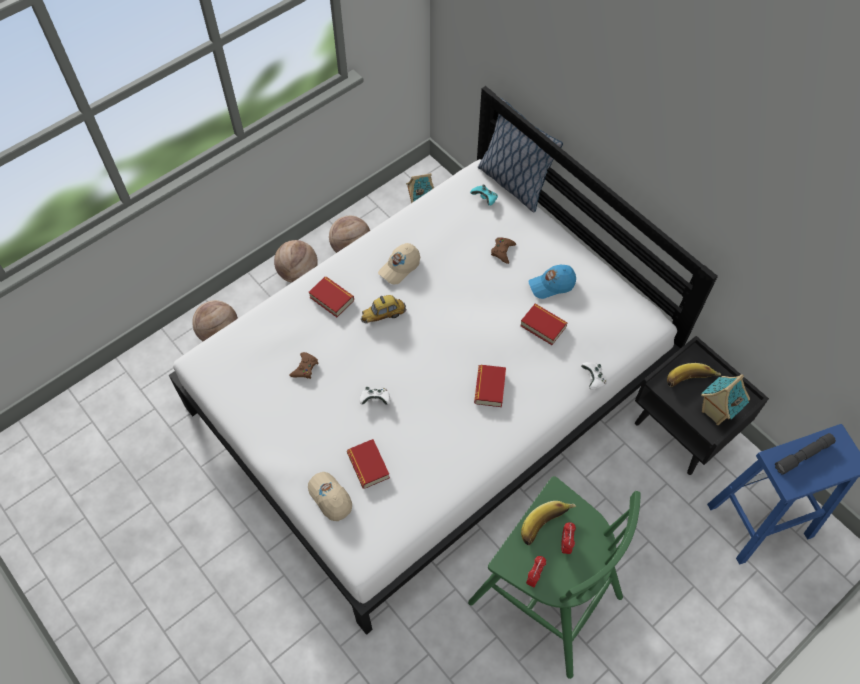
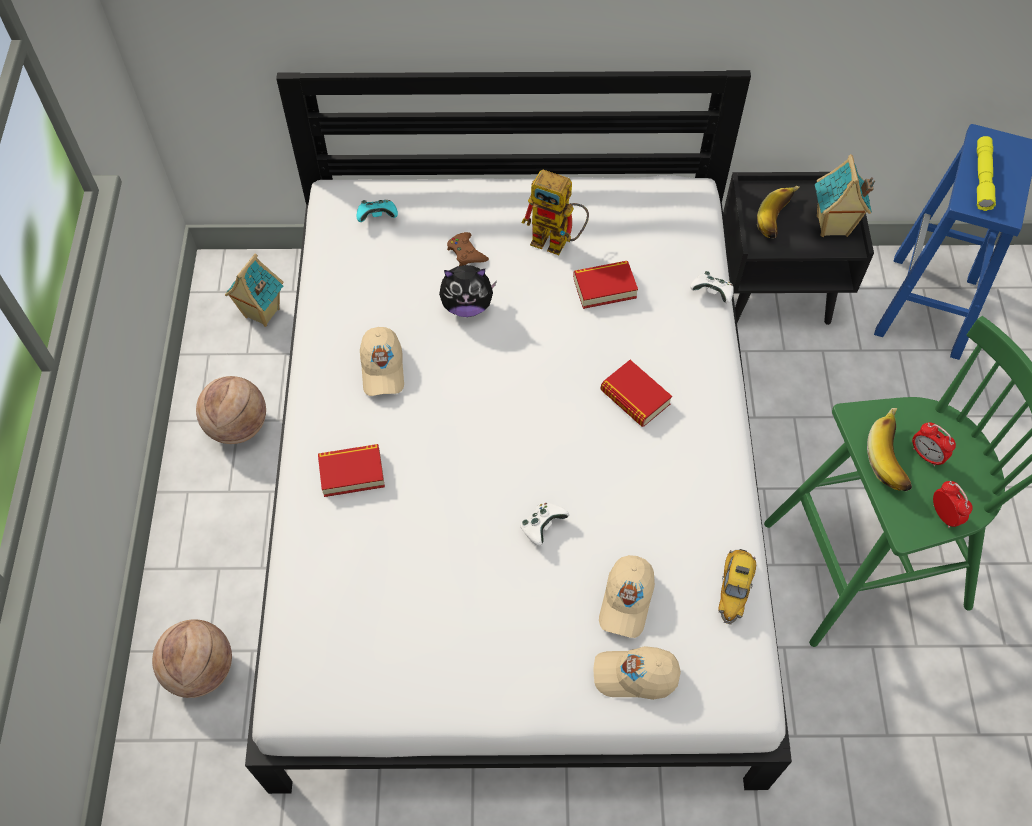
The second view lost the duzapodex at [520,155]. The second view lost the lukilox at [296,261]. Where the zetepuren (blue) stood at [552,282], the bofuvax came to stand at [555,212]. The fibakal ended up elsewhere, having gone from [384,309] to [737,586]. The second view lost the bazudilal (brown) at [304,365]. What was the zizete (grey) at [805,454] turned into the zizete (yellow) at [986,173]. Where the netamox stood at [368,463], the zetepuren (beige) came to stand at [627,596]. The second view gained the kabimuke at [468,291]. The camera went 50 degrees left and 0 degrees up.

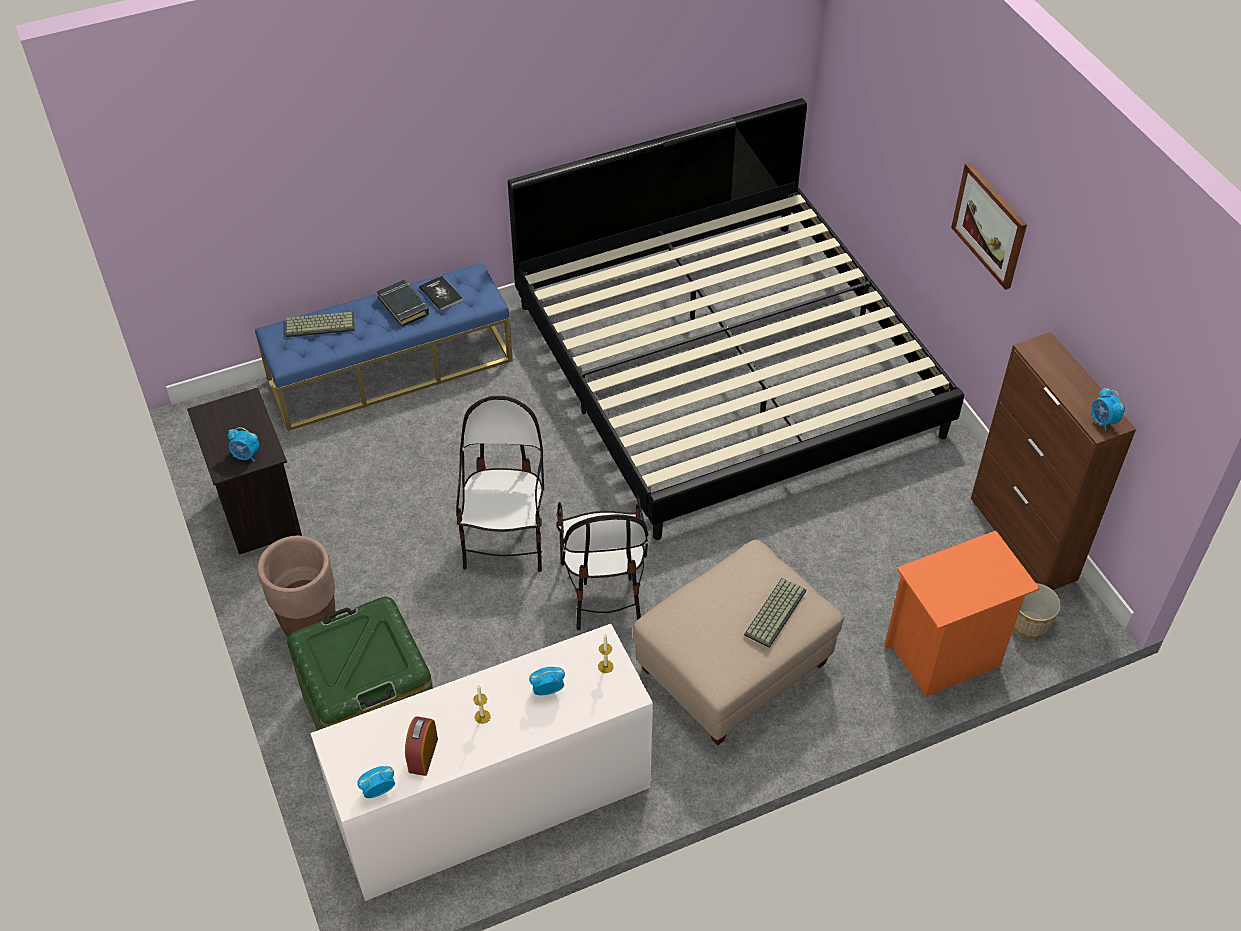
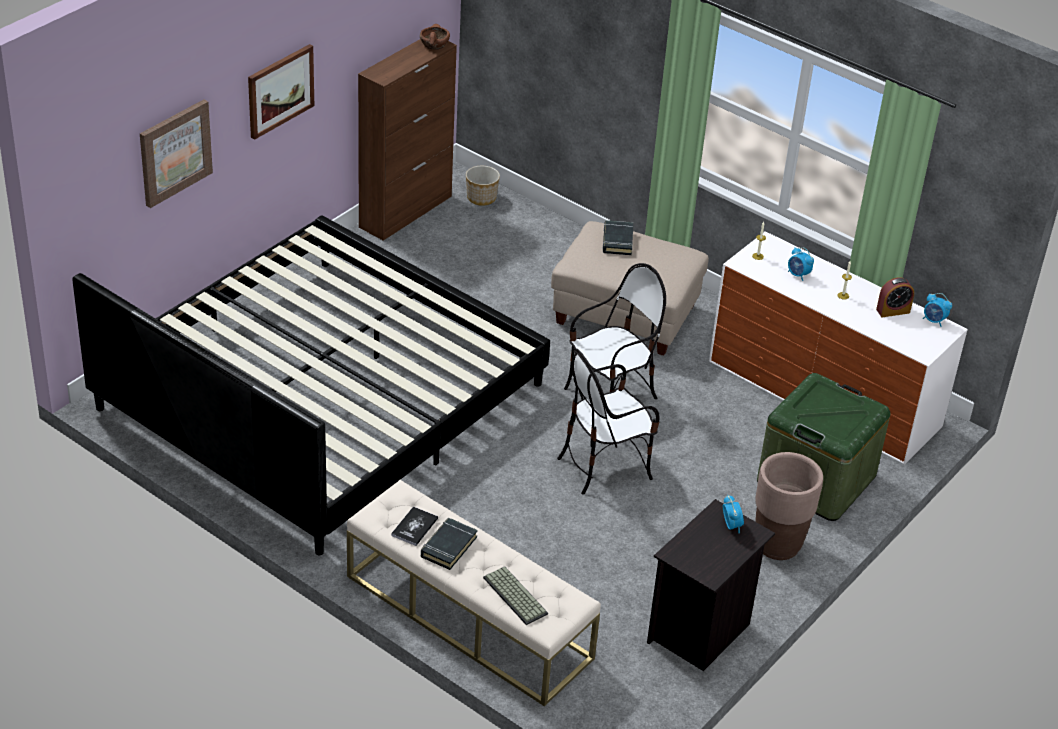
What was the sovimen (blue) at [384,347] turned into the sovimen (beige) at [474,593]. Where the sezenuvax stood at [1108,409], the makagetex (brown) came to stand at [435,37]. The second view lost the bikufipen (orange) at [962,613]. Where the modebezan stood at [775,613], the netamox (black) came to stand at [617,237]. The second view gained the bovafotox at [176,154]. The camera went 120 degrees left and 10 degrees down.

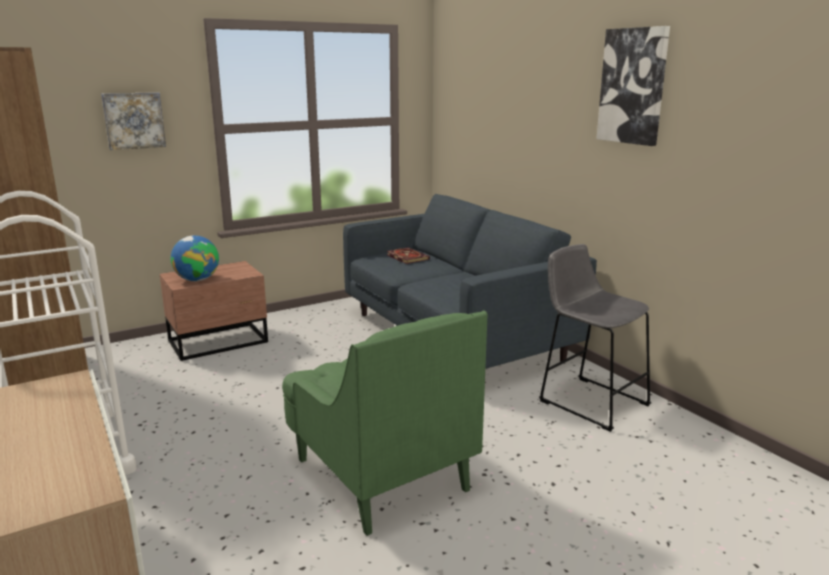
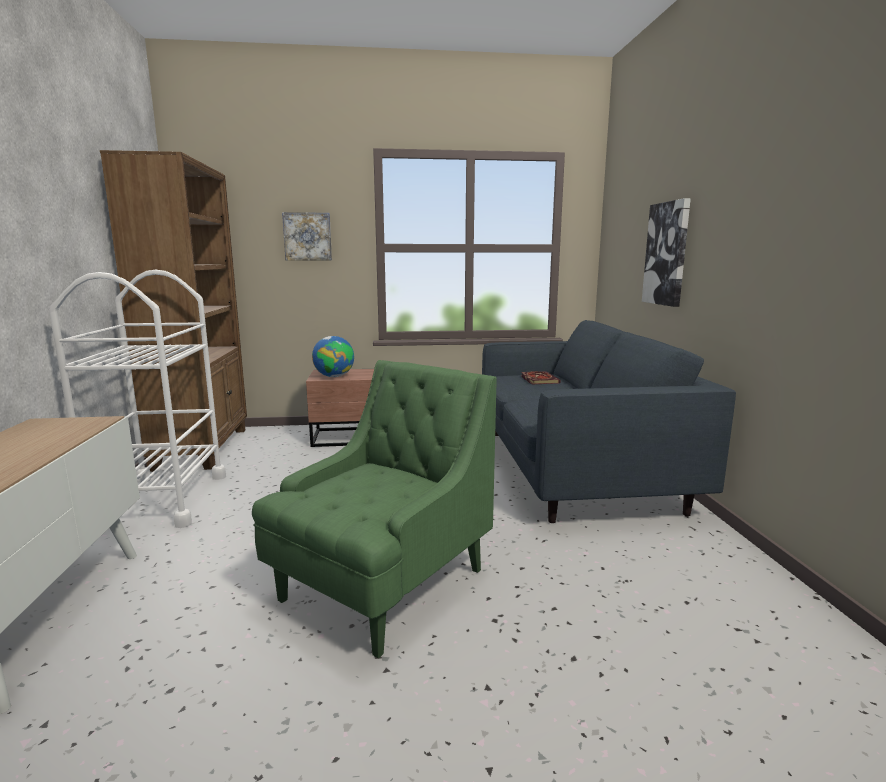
The bovafotox ended up elsewhere, having gone from [633,86] to [666,252]. The second view lost the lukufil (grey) at [595,338]. The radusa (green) at [384,423] ended up facing another way, 135 degrees counterclockwise from before. The camera went 25 degrees right and 5 degrees down.

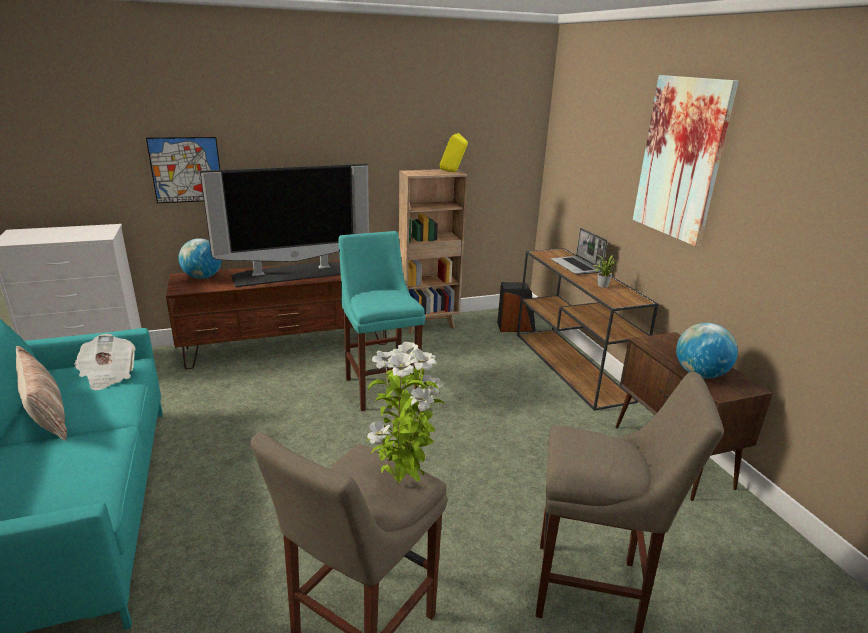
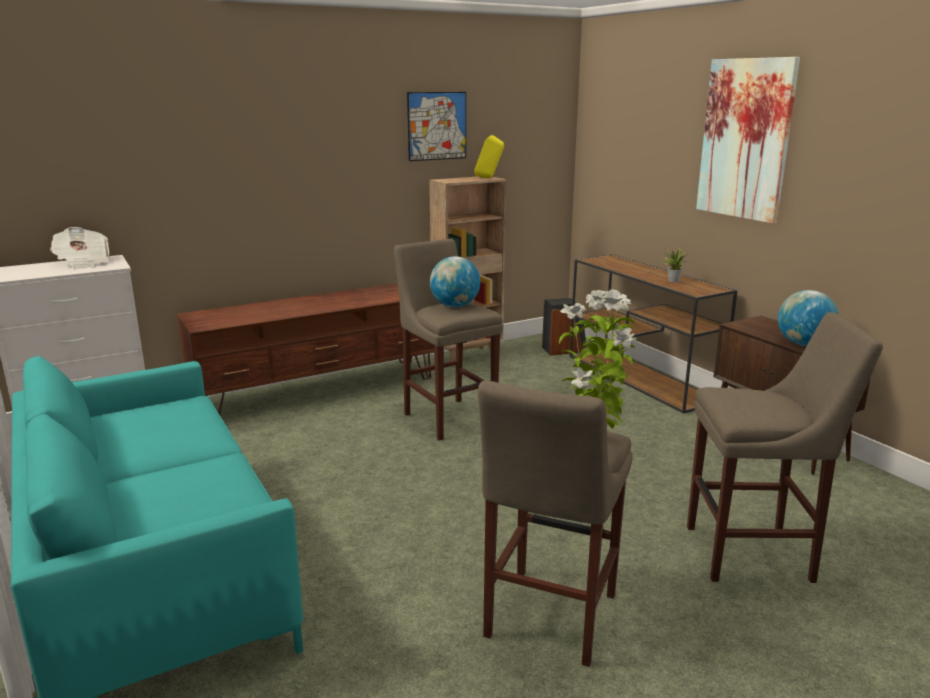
The bovafotox ended up elsewhere, having gone from [183,170] to [436,126]. The second view lost the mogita at [284,225]. The second view lost the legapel at [579,251]. What was the lukufil (turquoise) at [381,321] turned into the lukufil (beige) at [448,340]. The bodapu ended up elsewhere, having gone from [200,258] to [455,281]. The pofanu ended up elsewhere, having gone from [105,362] to [79,248]. The second view lost the duzapodex at [41,393]. The camera went 10 degrees left and 5 degrees down.

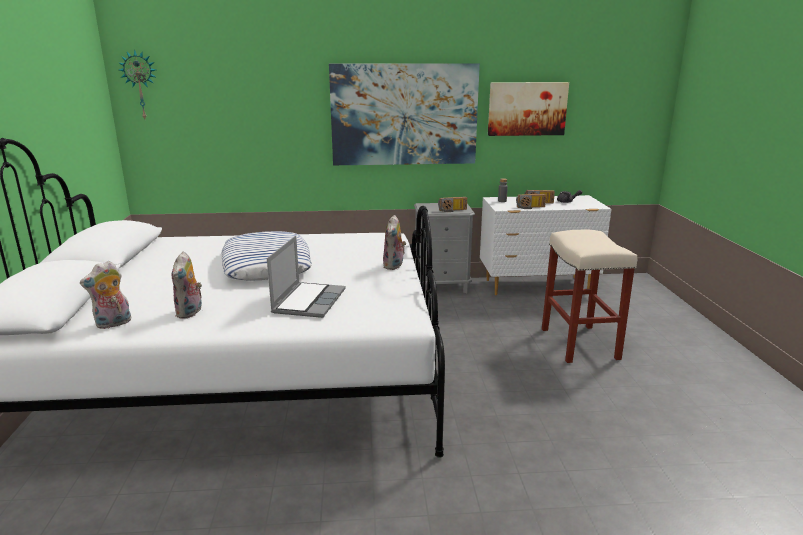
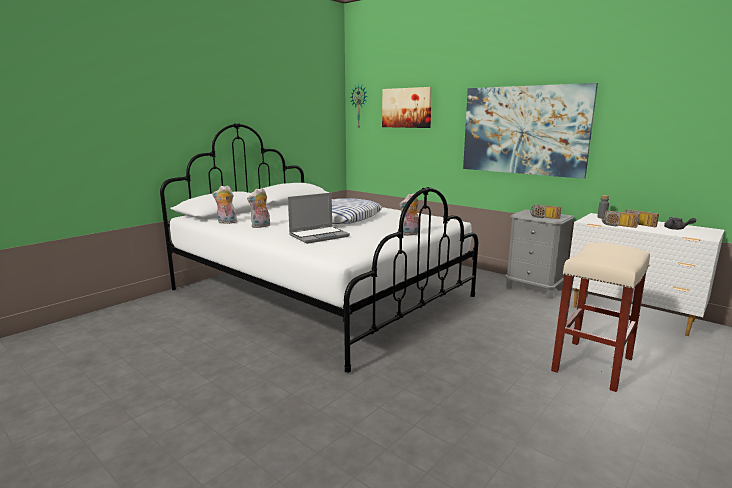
The bovafotox ended up elsewhere, having gone from [528,109] to [407,107]. The camera went 45 degrees right and 5 degrees down.

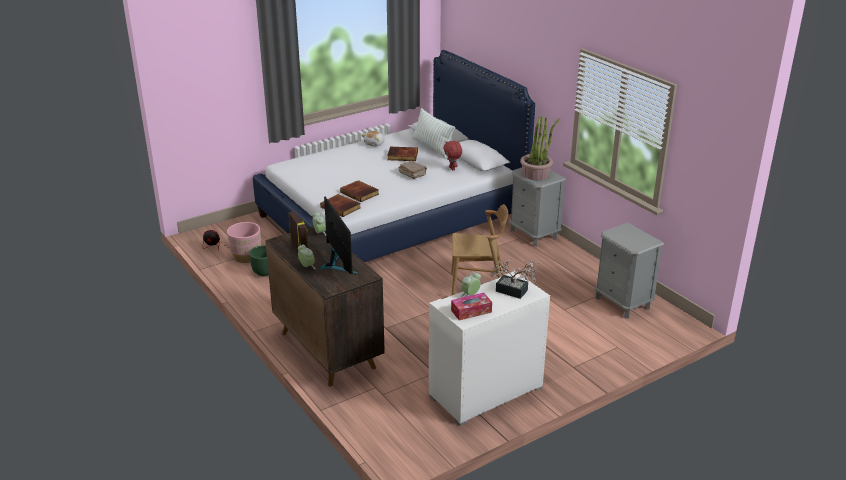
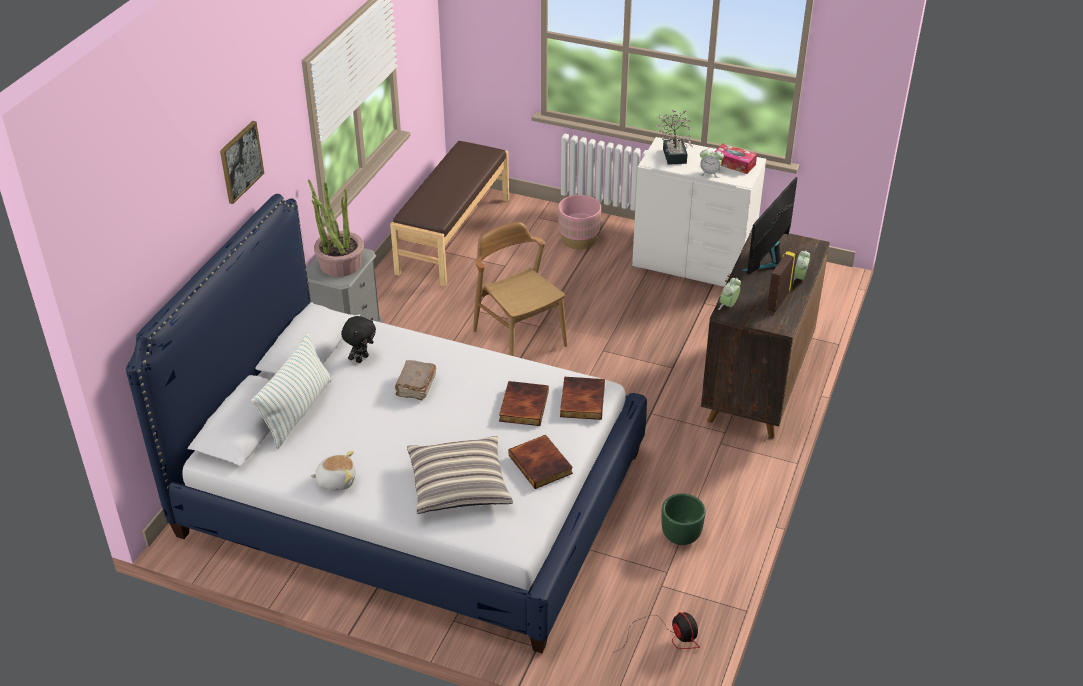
What was the kabimuke (red) at [452,155] turned into the kabimuke (black) at [358,339]. The netamox ended up elsewhere, having gone from [402,154] to [541,462]. The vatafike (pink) ended up elsewhere, having gone from [244,242] to [579,222]. Where the bikufipen (grey) stood at [629,271], the sovimen (brown) came to stand at [449,214]. The second view gained the bovafotox at [242,162]. The second view gained the duzapodex at [460,475]. The camera went 125 degrees left and 10 degrees up.

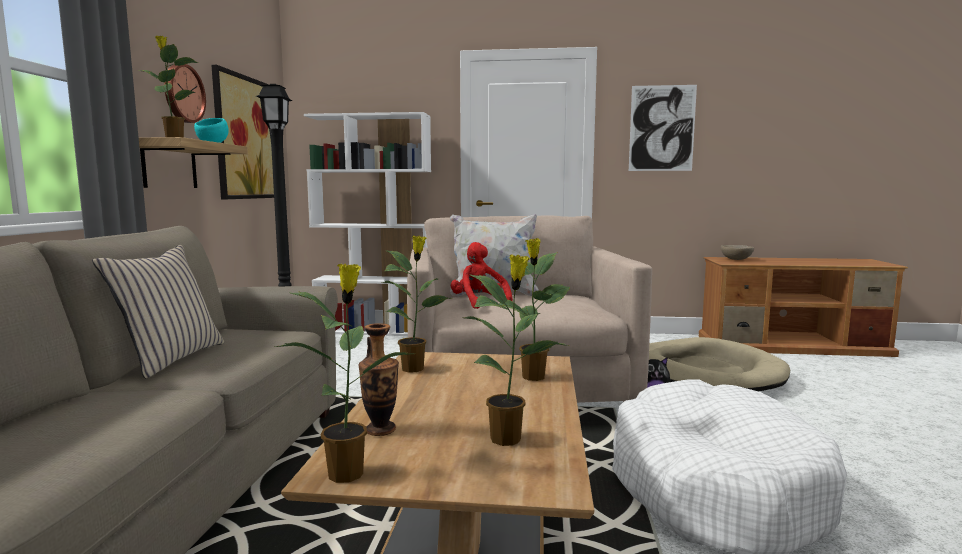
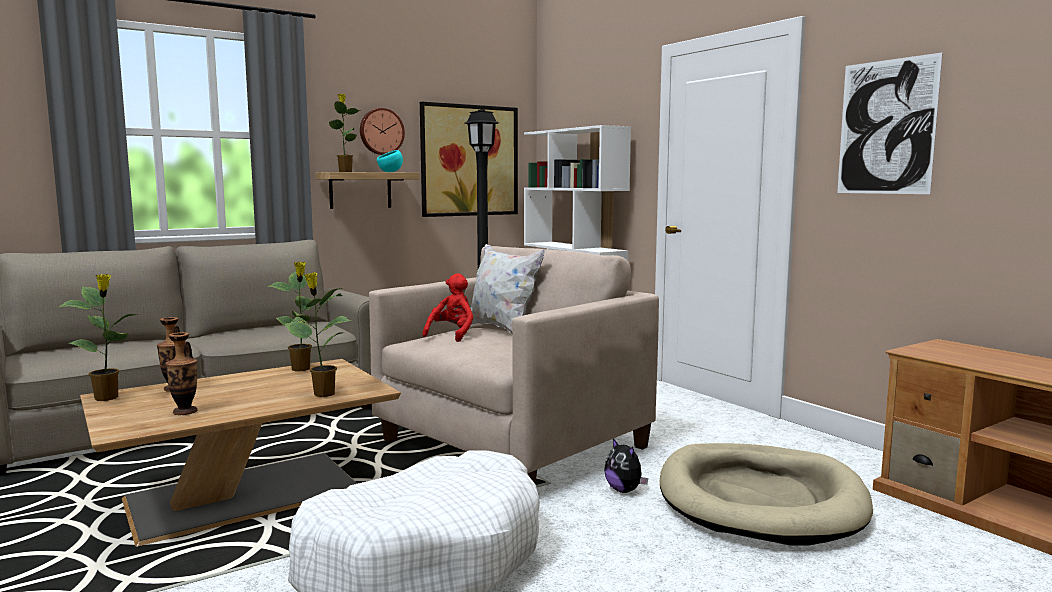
The second view lost the duzapodex (beige) at [158,311]. The second view lost the makagetex (beige) at [737,252]. Where the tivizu stood at [515,350], the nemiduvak came to stand at [181,373]. The camera went 50 degrees right and 0 degrees up.

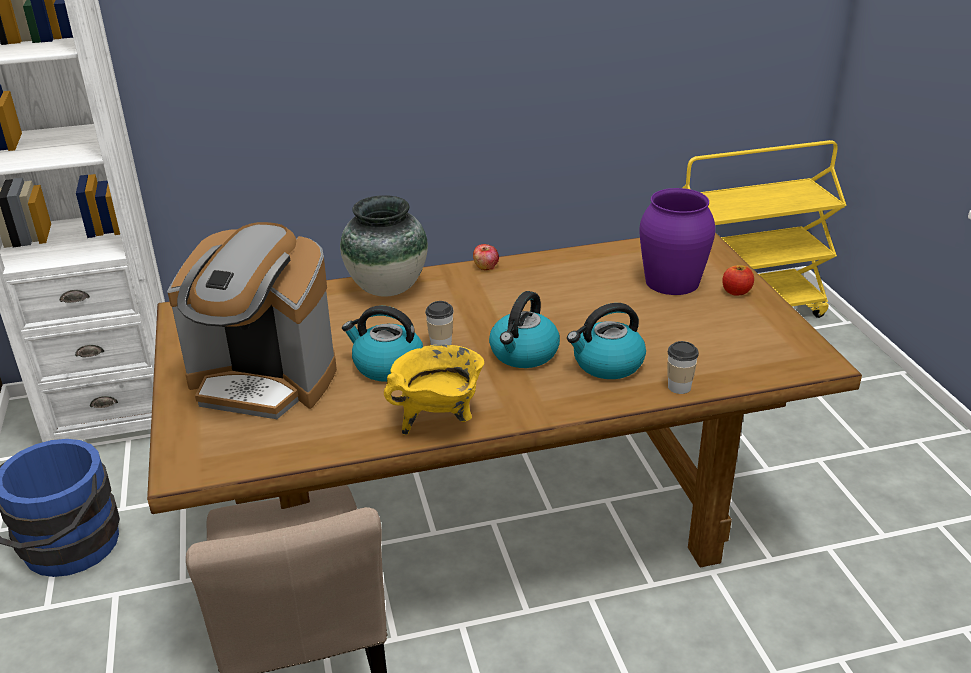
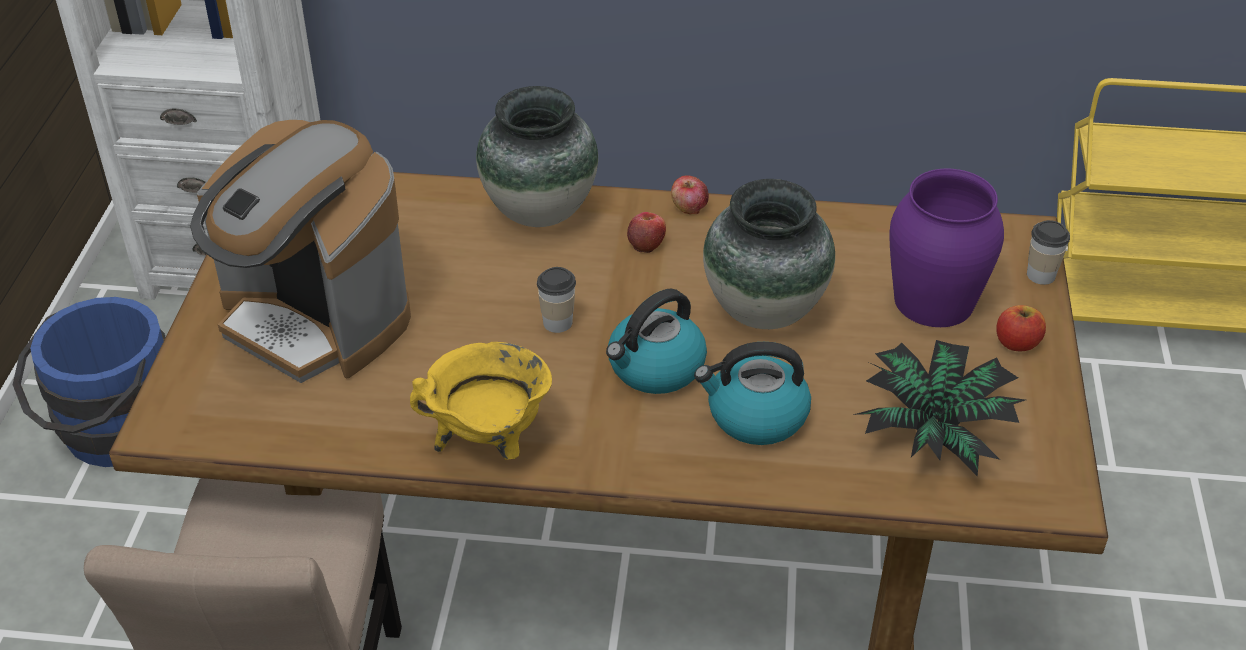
The second view lost the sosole at [382,343]. The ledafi ended up elsewhere, having gone from [683,367] to [1048,252]. The second view gained the nemiduvak at [769,254]. The second view gained the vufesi at [646,232]. The second view gained the tivizu at [939,408]. The camera went 20 degrees right and 10 degrees up.

